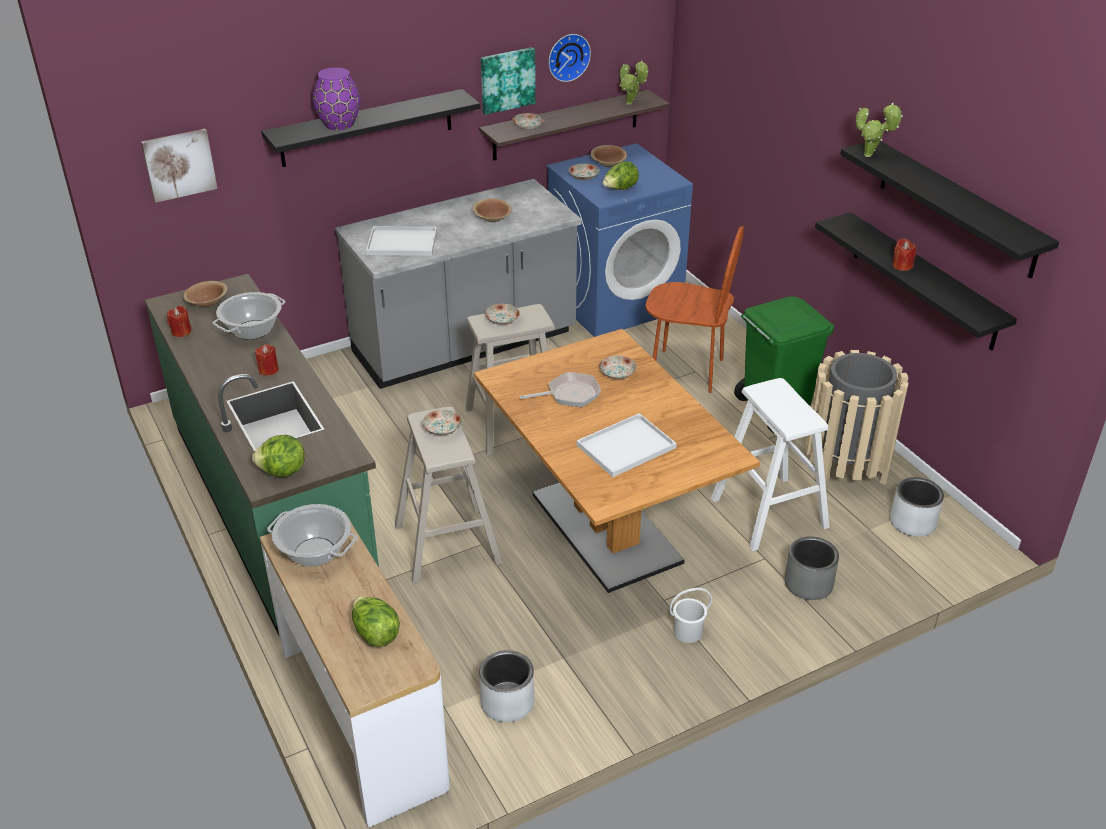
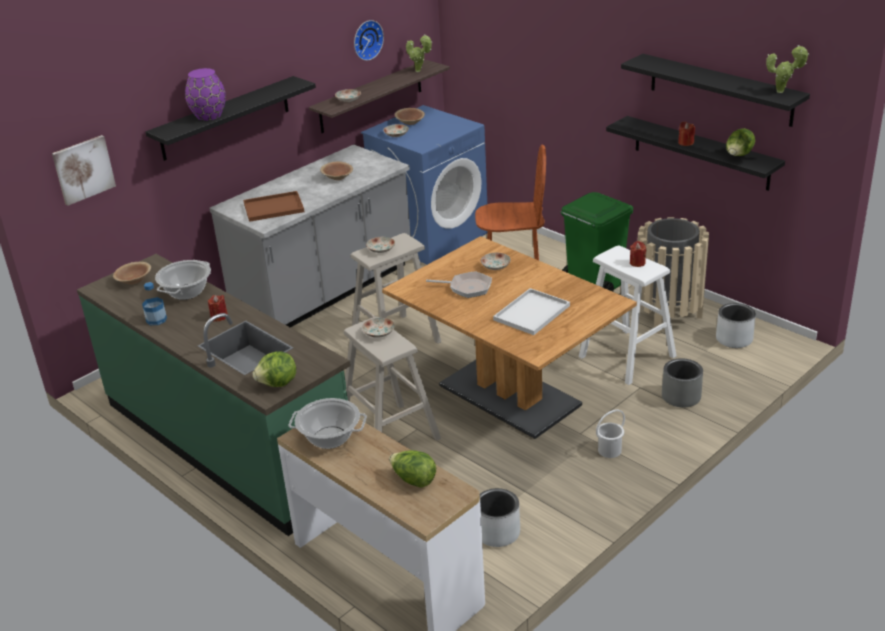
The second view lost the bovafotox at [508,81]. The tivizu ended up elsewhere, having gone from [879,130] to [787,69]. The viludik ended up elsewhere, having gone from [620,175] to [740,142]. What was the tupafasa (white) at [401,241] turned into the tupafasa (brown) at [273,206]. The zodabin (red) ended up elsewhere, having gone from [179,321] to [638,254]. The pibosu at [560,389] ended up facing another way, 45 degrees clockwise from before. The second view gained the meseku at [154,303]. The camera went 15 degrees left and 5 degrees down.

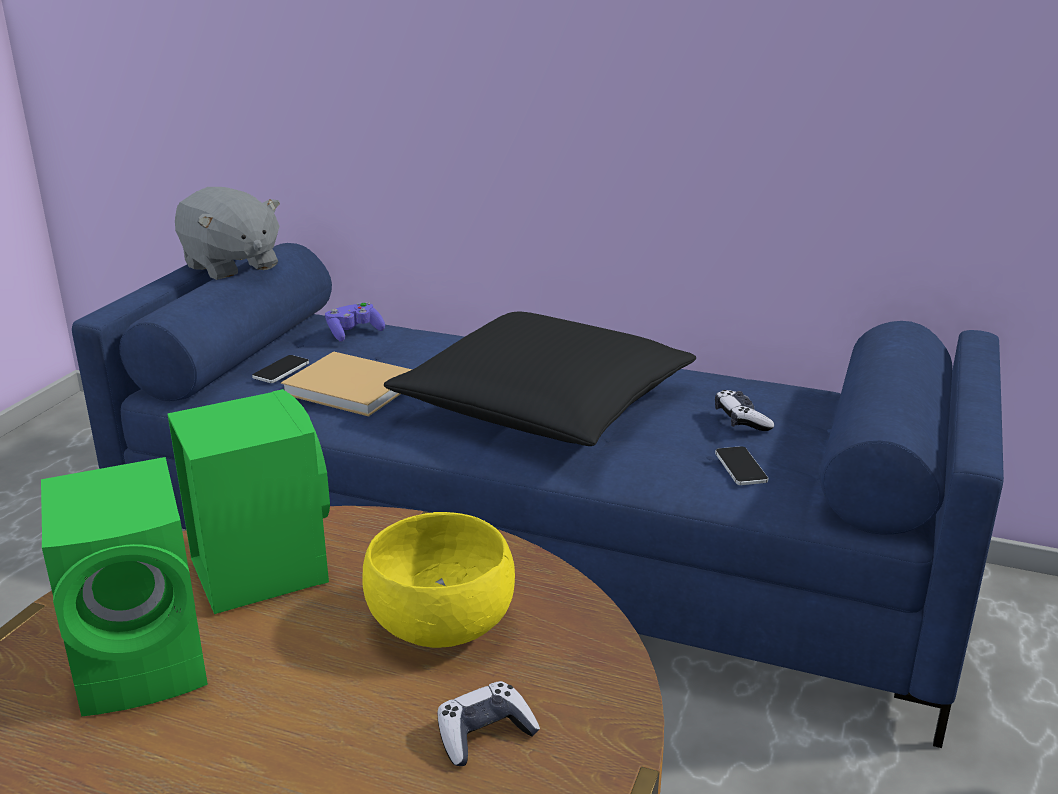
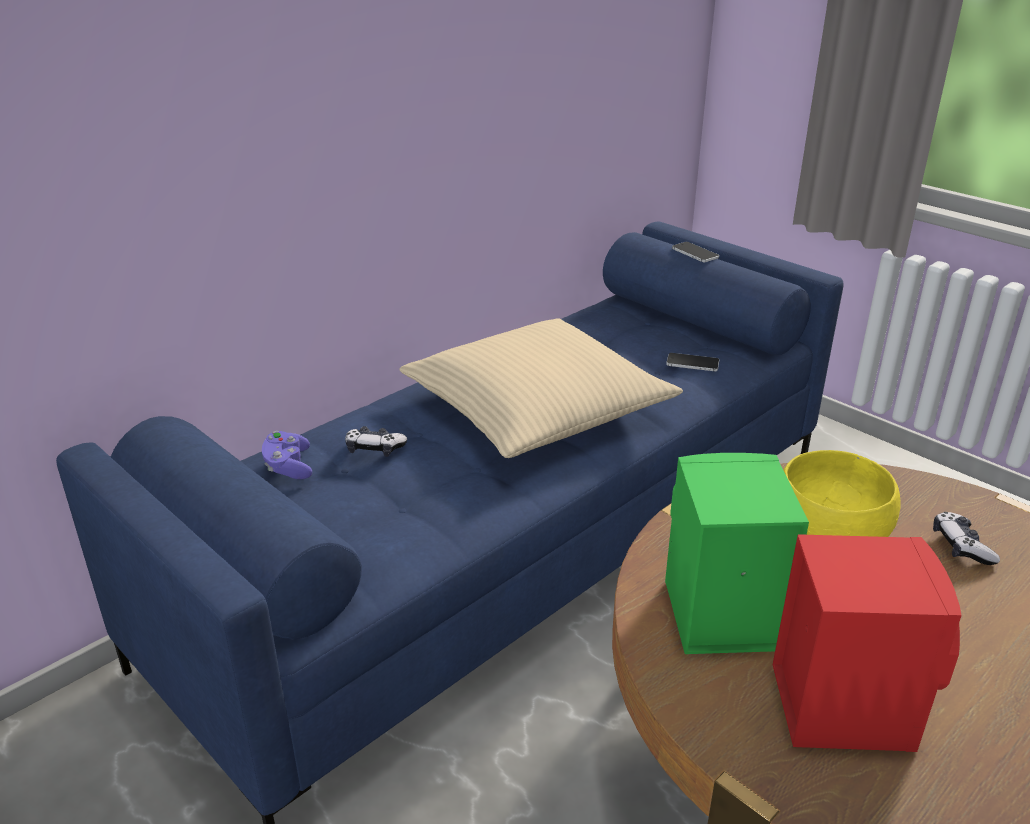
The second view lost the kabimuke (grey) at [227,233]. What was the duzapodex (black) at [540,379] turned into the duzapodex (beige) at [541,388]. The second view lost the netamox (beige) at [346,383]. The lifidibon ended up elsewhere, having gone from [280,369] to [695,252]. The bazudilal ended up elsewhere, having gone from [744,410] to [376,441]. What was the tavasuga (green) at [124,587] turned into the tavasuga (red) at [867,643]. The camera went 65 degrees left and 5 degrees up.

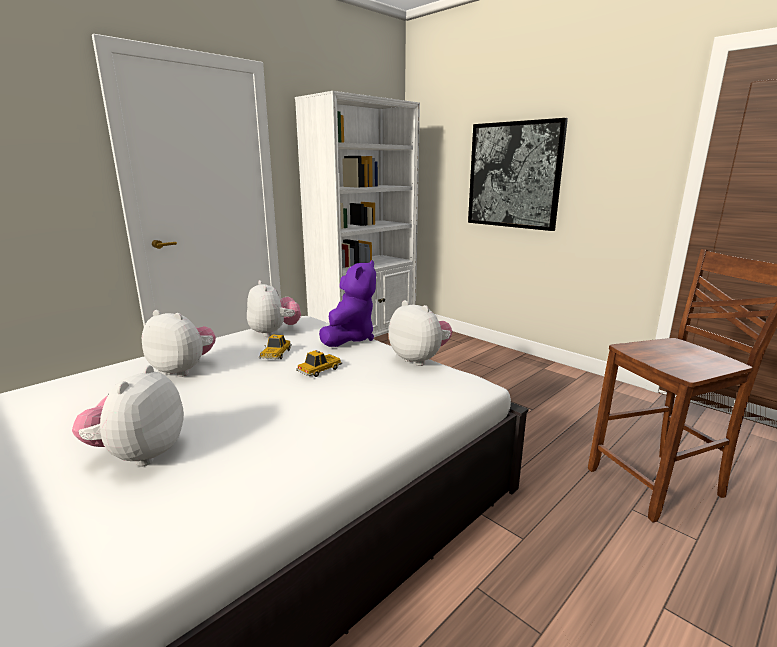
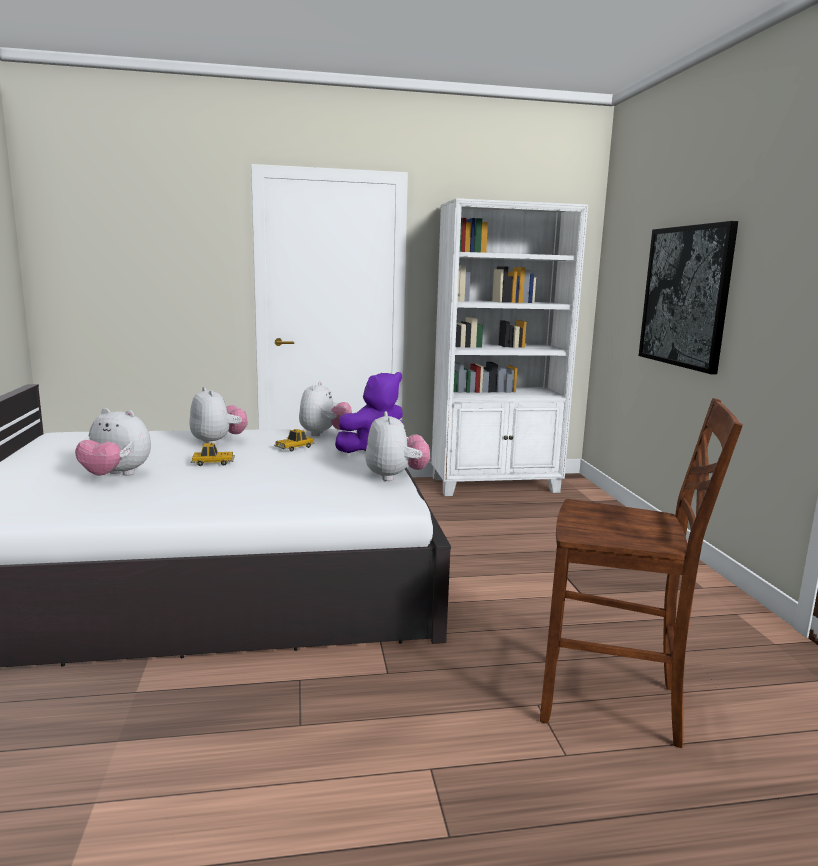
The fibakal ended up elsewhere, having gone from [319,363] to [213,454]. The kabimuke at [128,415] ended up facing another way, 120 degrees counterclockwise from before. The camera went 35 degrees right and 5 degrees down.

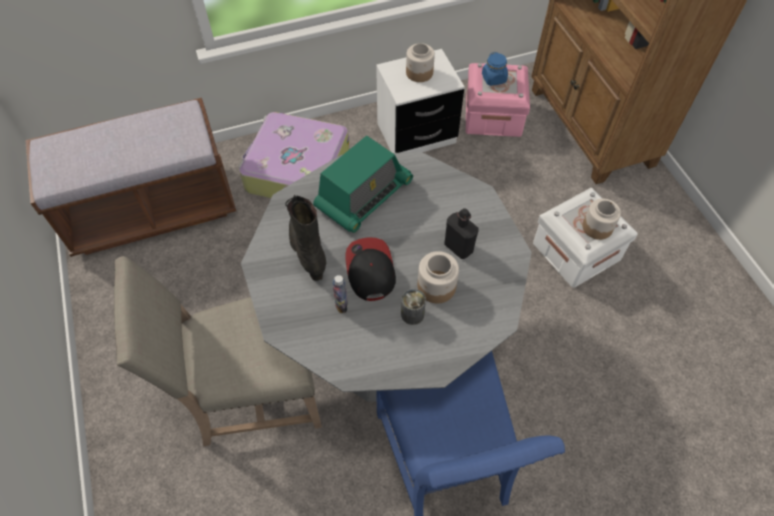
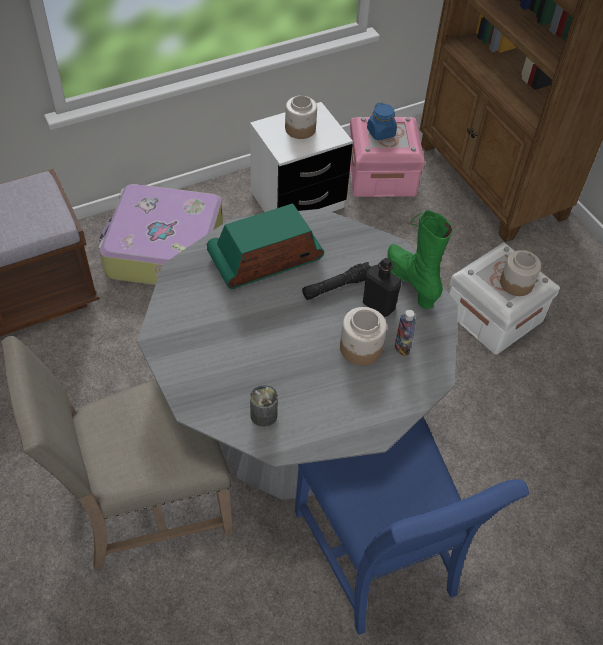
The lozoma at [363,184] ended up facing another way, 150 degrees counterclockwise from before. The second view lost the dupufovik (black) at [305,238]. The second view lost the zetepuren at [370,269]. The meseku ended up elsewhere, having gone from [340,294] to [405,333]. The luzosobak ended up elsewhere, having gone from [413,307] to [264,406]. The second view gained the dupufovik (green) at [420,259]. The second view gained the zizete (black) at [336,281]. The camera went 10 degrees left and 5 degrees down.

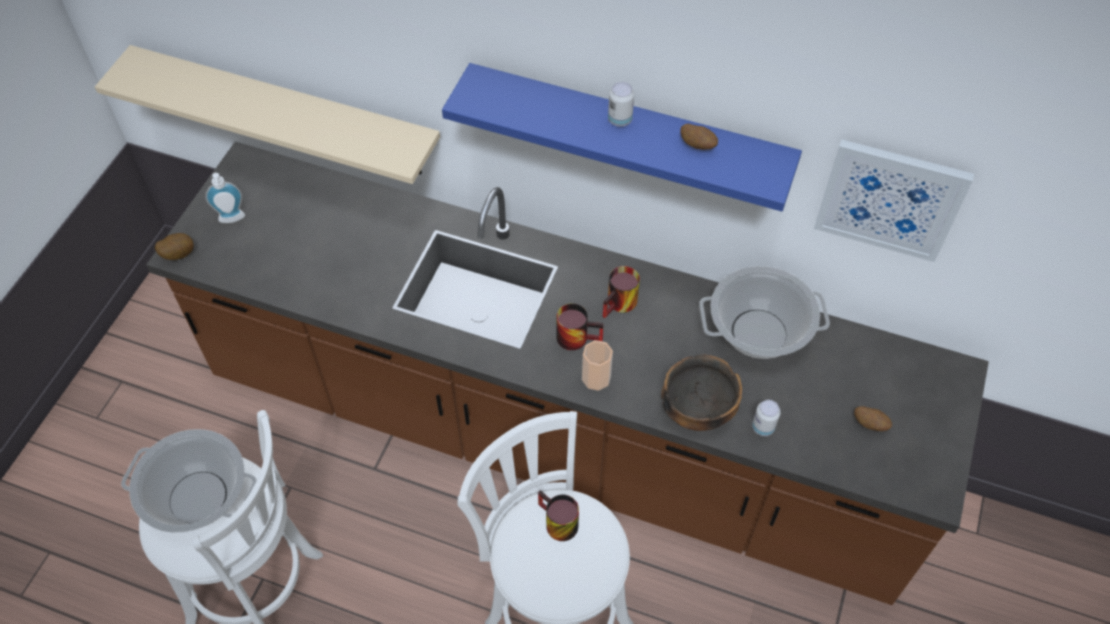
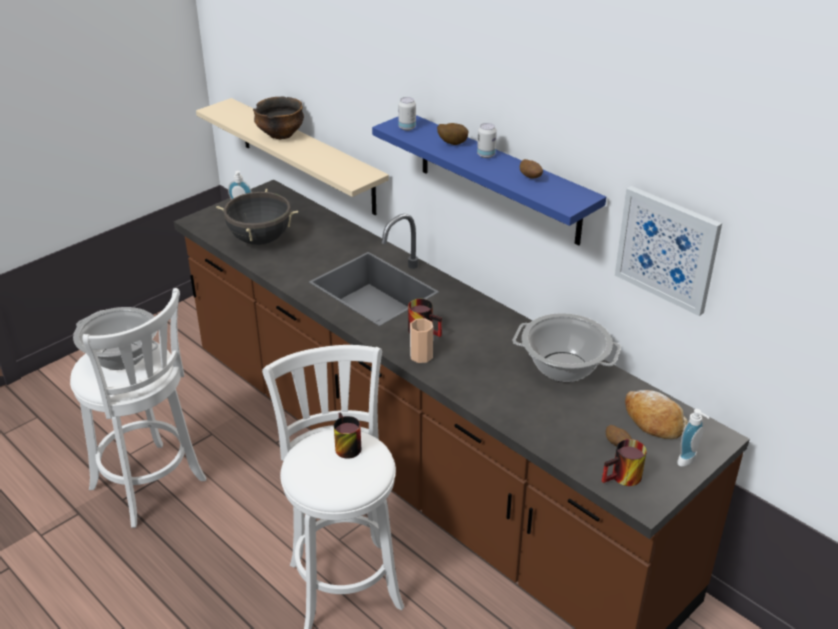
The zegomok ended up elsewhere, having gone from [174,246] to [452,134]. The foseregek ended up elsewhere, having gone from [621,292] to [624,462]. The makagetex ended up elsewhere, having gone from [701,392] to [278,117]. The luzosobak ended up elsewhere, having gone from [766,418] to [407,114]. The second view gained the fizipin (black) at [257,217]. The second view gained the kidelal at [656,414]. The second view gained the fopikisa at [693,438]. The camera went 25 degrees right and 20 degrees down.

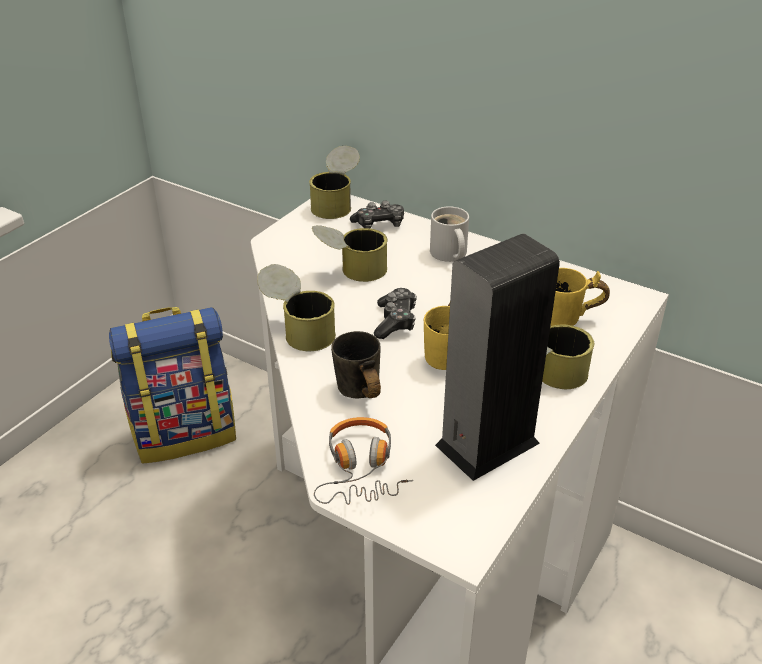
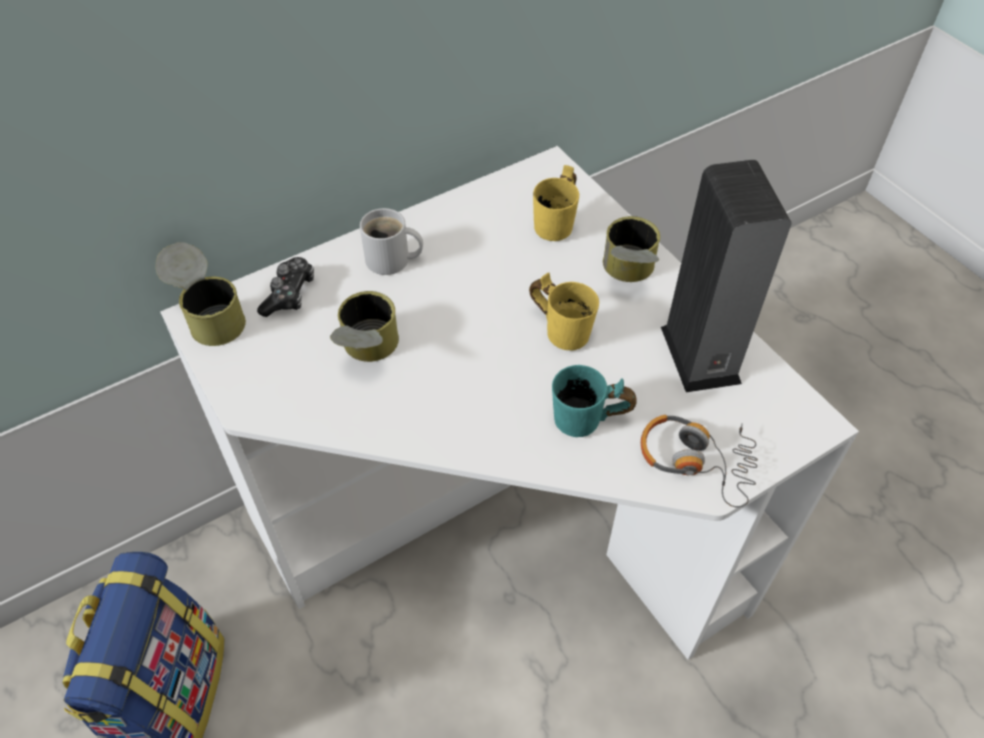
The second view lost the luzosobak at [297,307]. The second view lost the bazudilal at [395,313]. What was the foseregek (grey) at [356,365] turned into the foseregek (turquoise) at [594,401]. The camera went 65 degrees left and 15 degrees up.

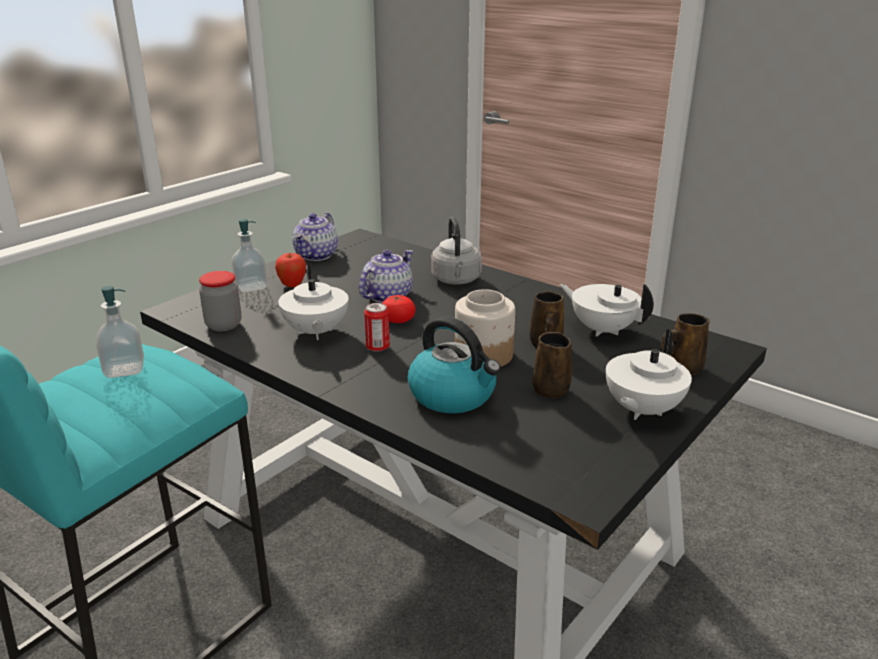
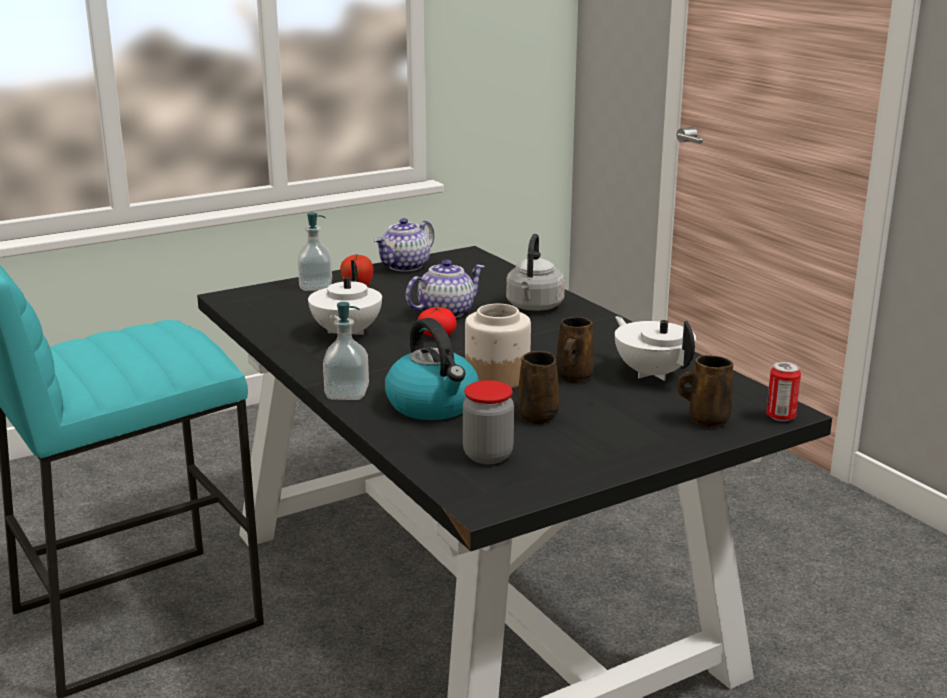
The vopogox ended up elsewhere, having gone from [220,301] to [488,422]. The fopikisa ended up elsewhere, having gone from [120,332] to [346,351]. The luzosobak ended up elsewhere, having gone from [377,327] to [783,391]. The second view lost the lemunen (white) at [649,374]. The camera went 20 degrees right and 5 degrees down.

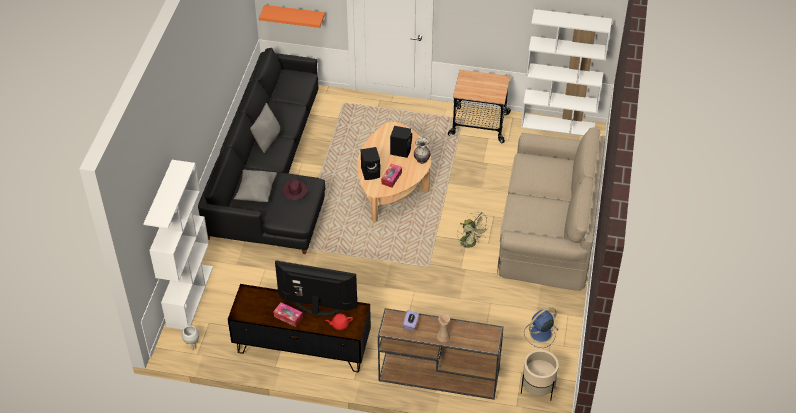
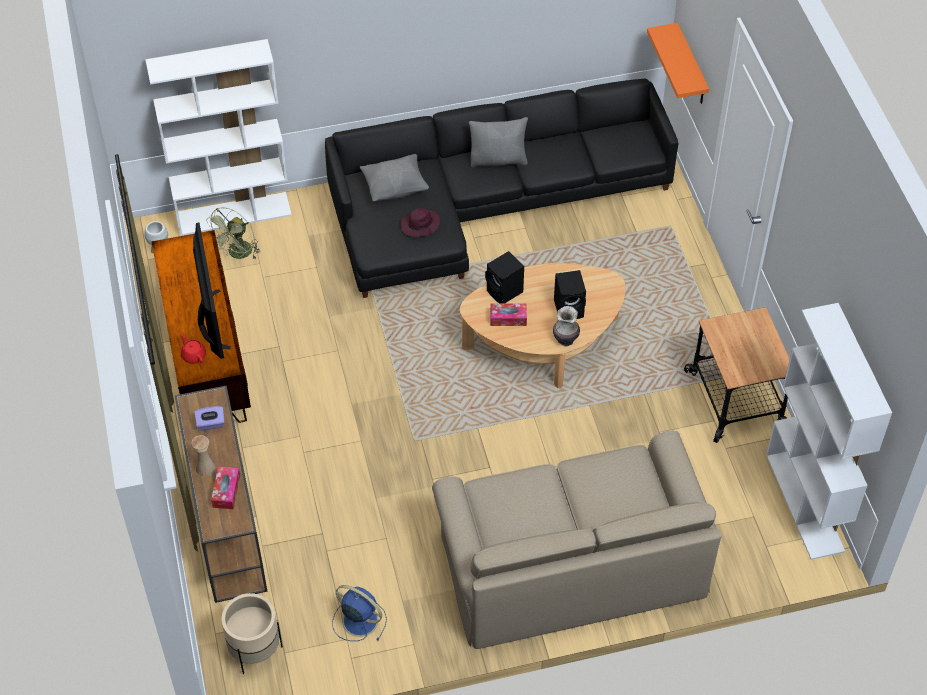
The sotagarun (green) ended up elsewhere, having gone from [473,232] to [233,233]. The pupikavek ended up elsewhere, having gone from [288,314] to [225,488]. The camera went 65 degrees right and 5 degrees up.

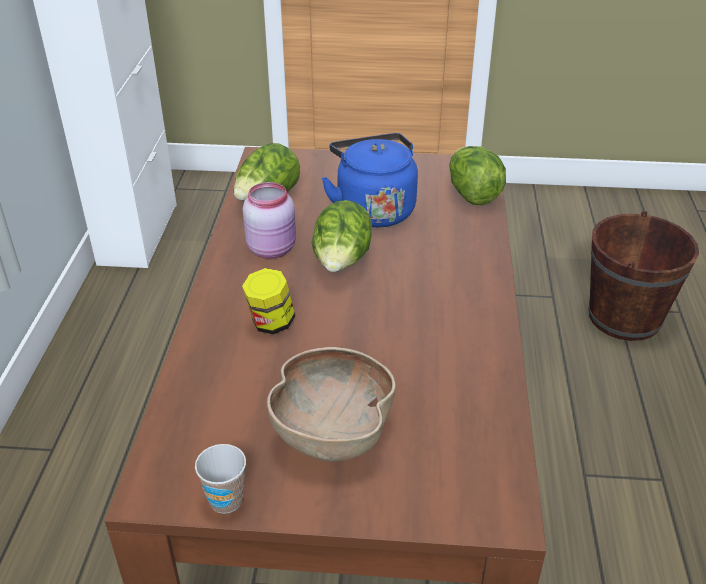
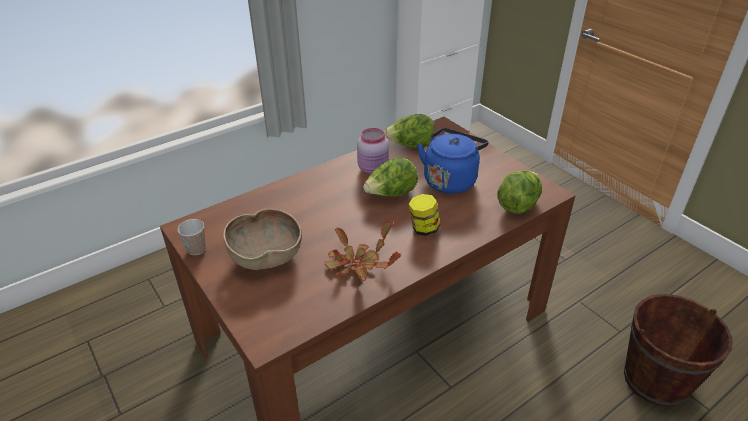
The vopogox ended up elsewhere, having gone from [268,301] to [424,215]. The second view gained the tivizu at [362,250]. The camera went 50 degrees right and 0 degrees up.

